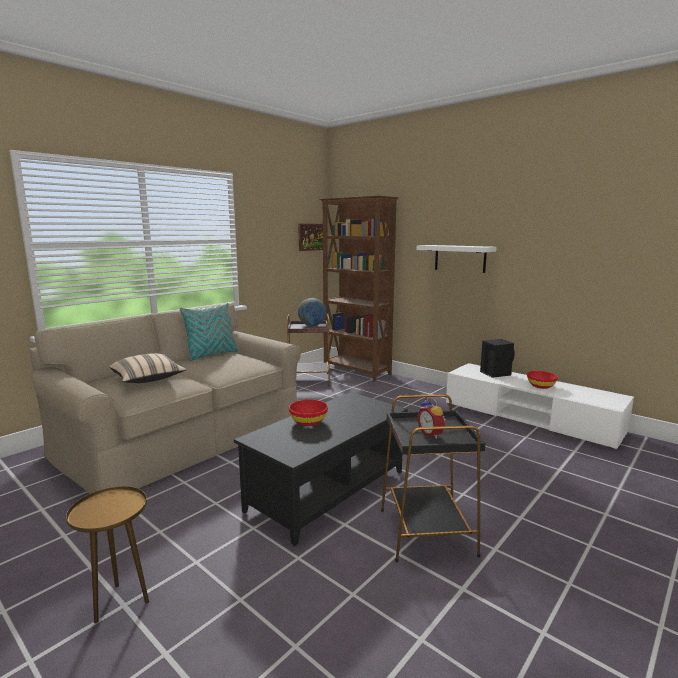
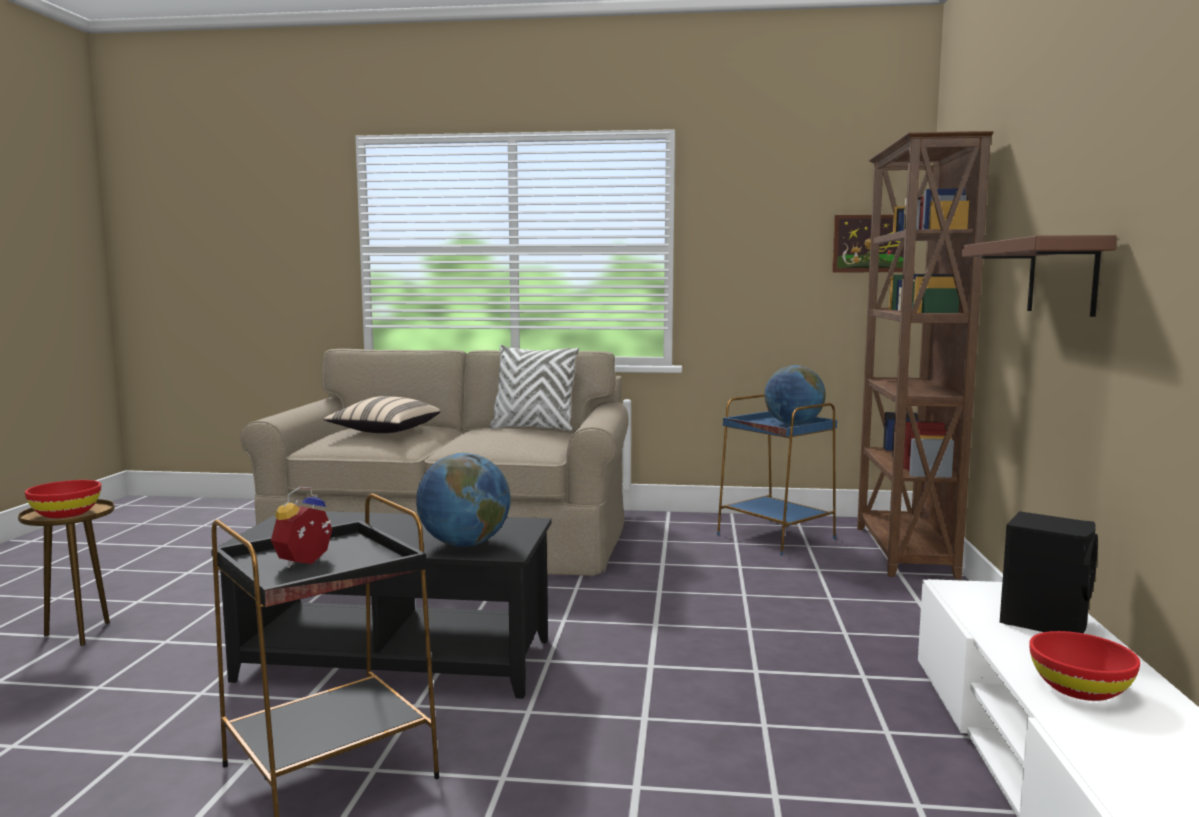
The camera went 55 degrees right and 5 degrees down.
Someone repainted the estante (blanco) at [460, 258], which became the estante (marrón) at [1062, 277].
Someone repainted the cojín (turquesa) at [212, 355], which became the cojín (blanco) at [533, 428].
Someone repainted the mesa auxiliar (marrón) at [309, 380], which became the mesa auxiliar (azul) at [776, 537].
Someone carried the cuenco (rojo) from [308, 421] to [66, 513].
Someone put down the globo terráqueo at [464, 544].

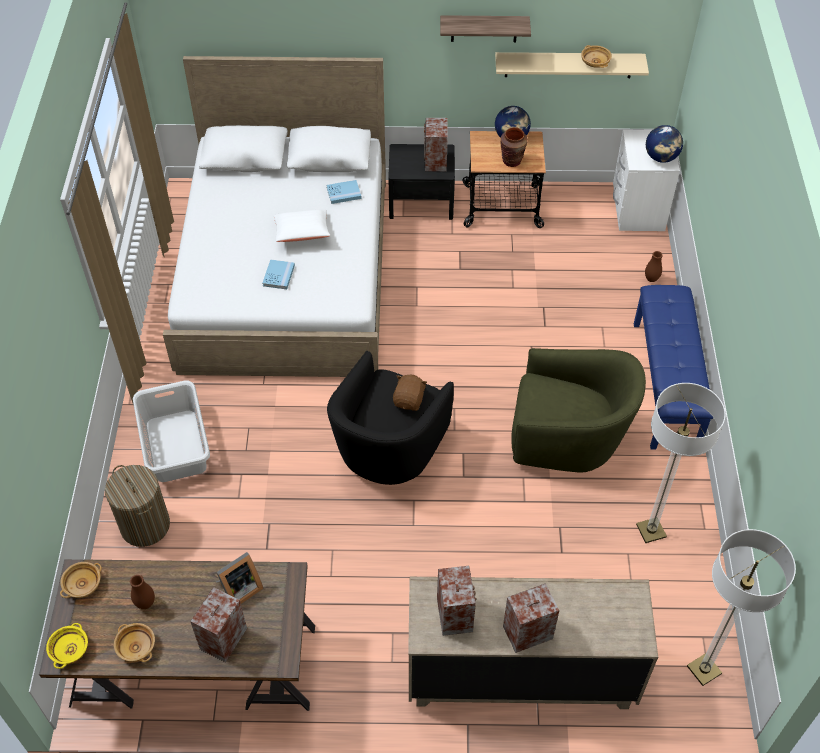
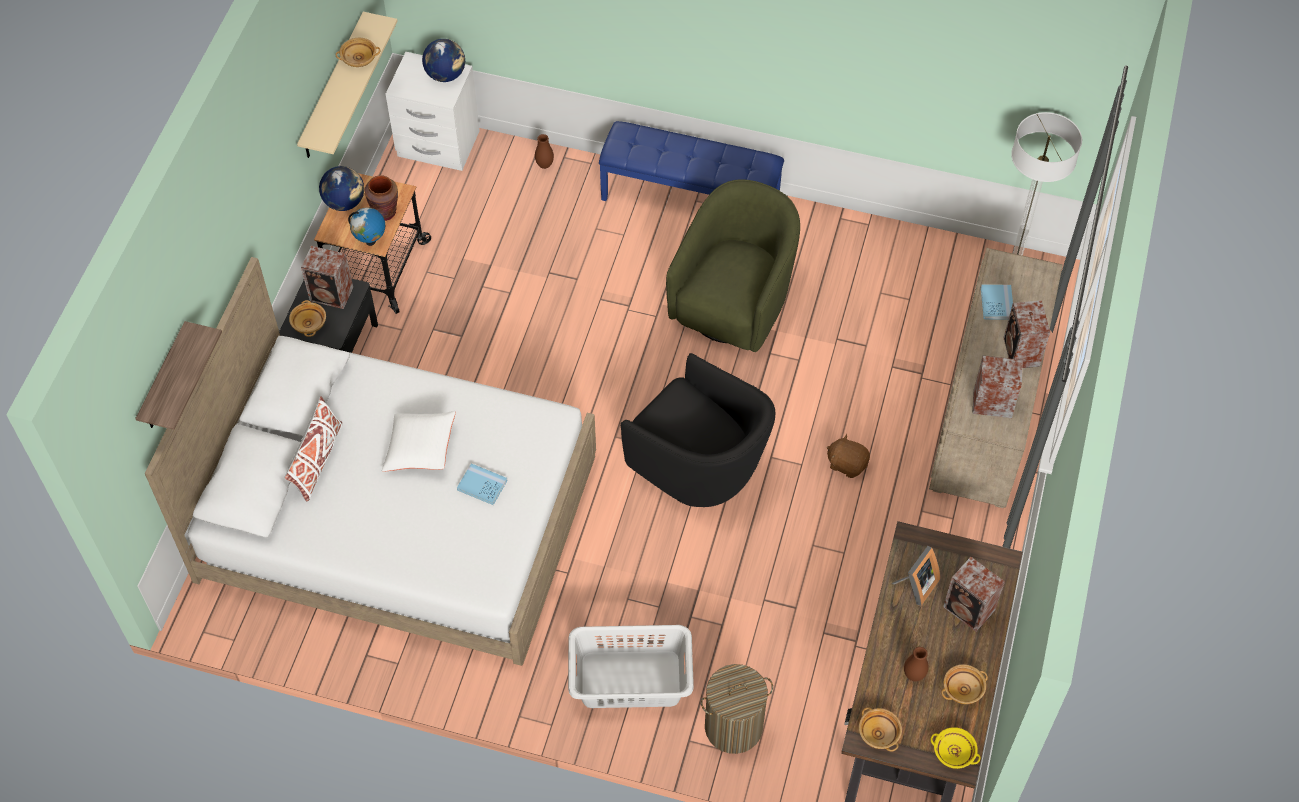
The camera went 75 degrees left and 5 degrees up.
Someone carried the estante from [484, 28] to [164, 380].
Someone carried the libro (azul) from [344, 193] to [996, 303].
Someone carried the peluche (marrón) from [409, 400] to [847, 464].
Someone took away the lámpara de pie at [651, 531].
Someone rotated the portarretratos at [239, 589] by 60 degrees clockwise.
Someone put down the globo terráqueo at [370, 241].
Someone put down the cuenco (beis) at [309, 324].
Someone put down the cojín (blanco) at [317, 461].

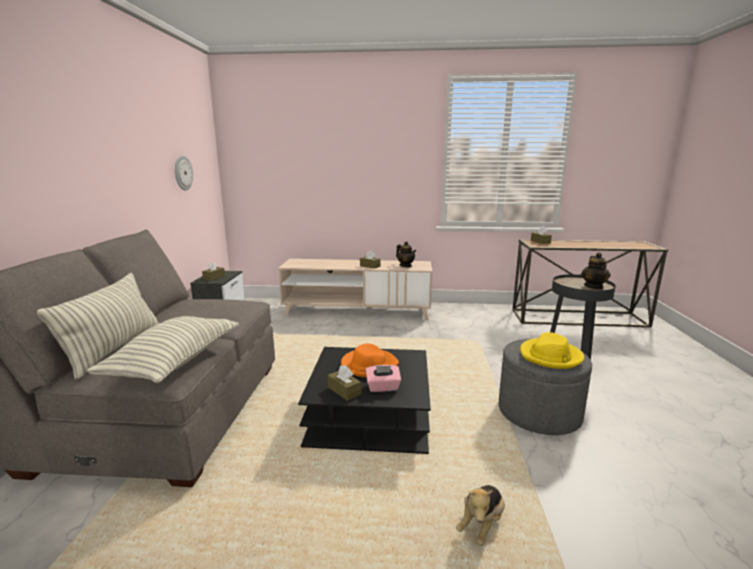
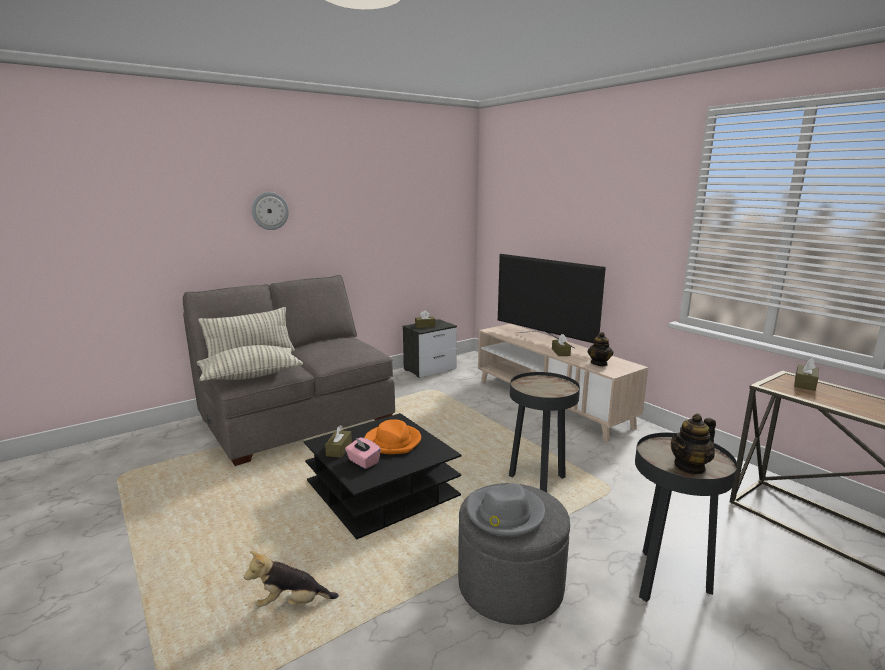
The camera went 50 degrees right and 0 degrees up.
Someone carried the reloj de pared from [182, 173] to [270, 211].
Someone repainted the sombrero (amarillo) at [550, 356], which became the sombrero (gris) at [504, 514].
Someone put down the televisor at [544, 340].
Someone put down the mesa auxiliar (negro) at [538, 484].

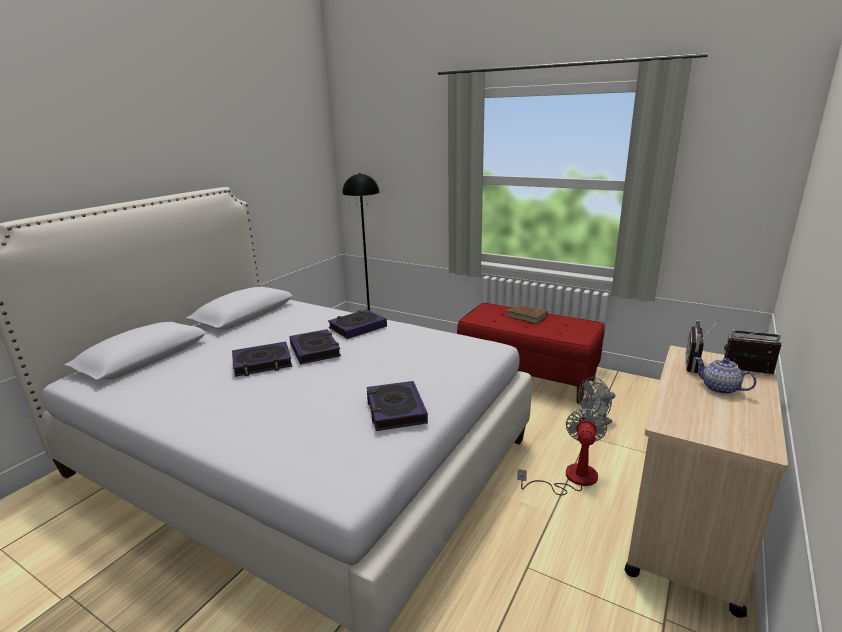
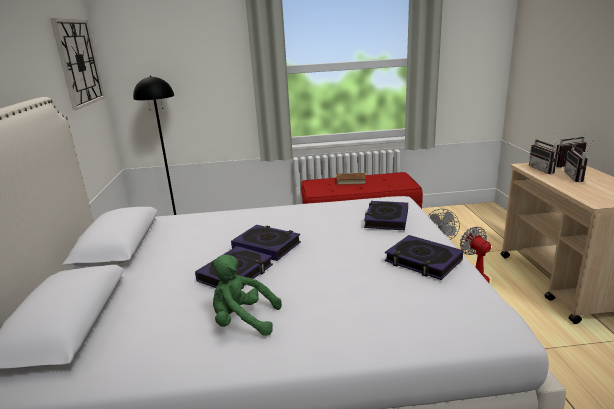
The camera went 35 degrees left and 0 degrees up.
Someone carried the libro from [357, 327] to [386, 219].
Someone swapped the tetera at [720, 388] for the radio at [578, 177].
Someone put up the reloj de pared at [79, 63].
Someone put down the peluche (verde) at [243, 321].

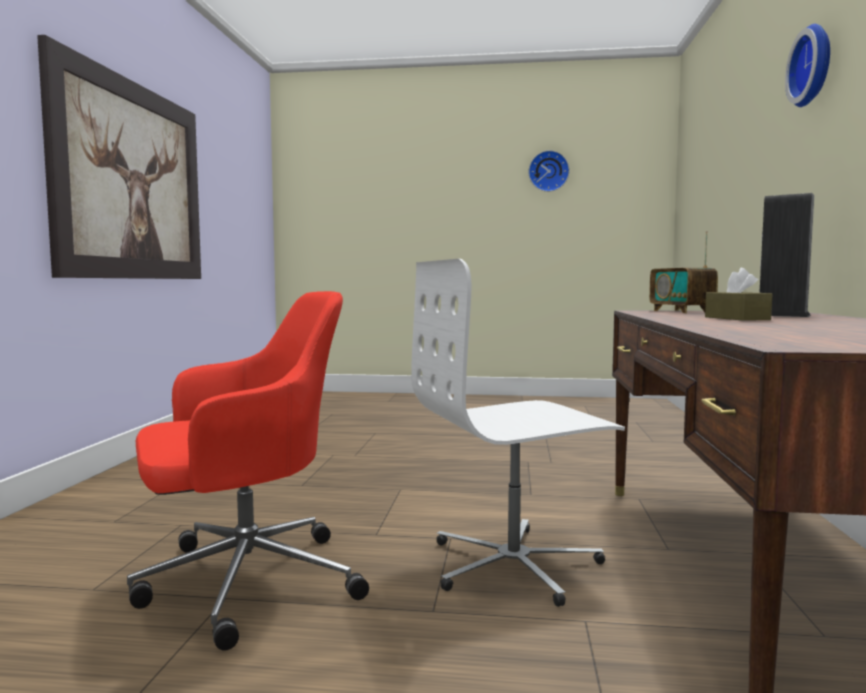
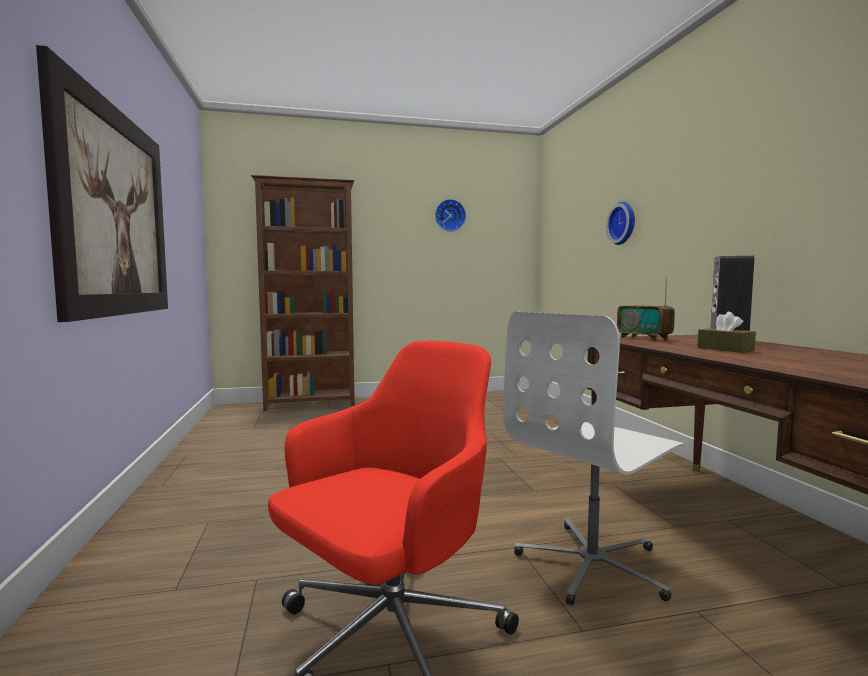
The camera went 20 degrees left and 0 degrees up.
Someone carried the reloj de pared from [814, 66] to [623, 223].
Someone put down the estantería (marrón) at [311, 404].

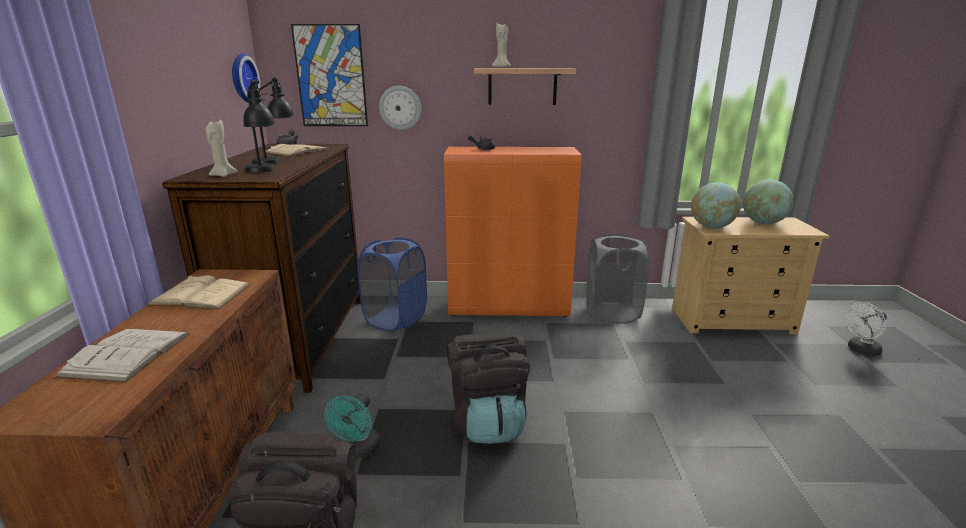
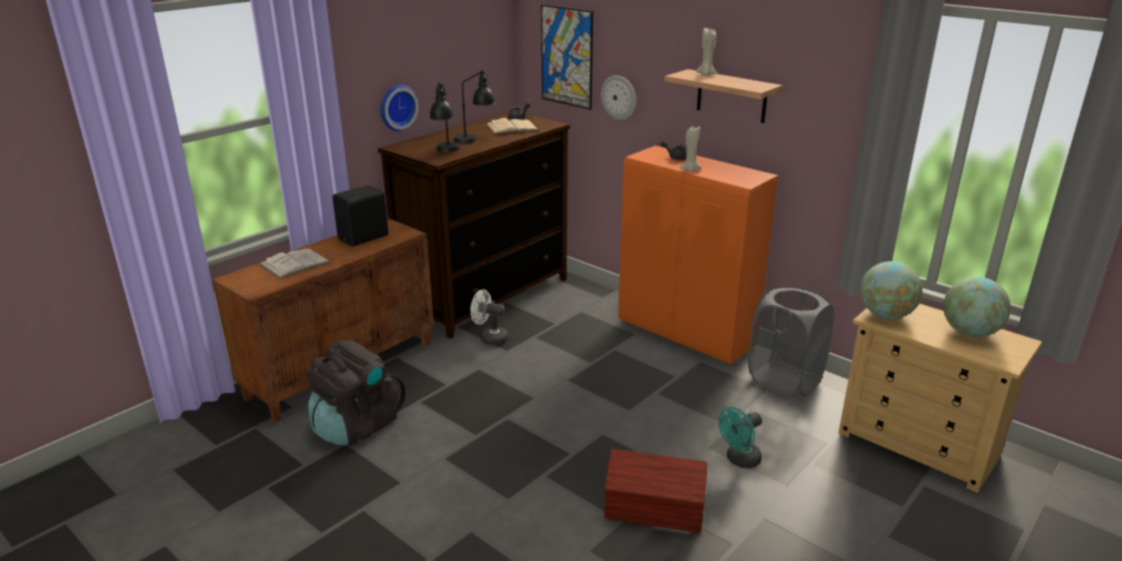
The camera went 40 degrees right and 5 degrees up.
Someone carried the reloj de pared from [241, 78] to [396, 107].
Someone carried the vela (beis) from [223, 175] to [690, 169].
Someone took away the cesto de la ropa (azul) at [396, 319].
Someone swapped the libro (beis) at [200, 295] for the altavoz (negro) at [365, 238].
Someone carried the ventilador (blanco) from [860, 350] to [489, 338].
Someone took away the mochila (negro) at [488, 421].
Someone carried the ventilador (turquesa) from [358, 450] to [739, 460].
Someone put down the caja de almacenaje (marrón) at [655, 512].

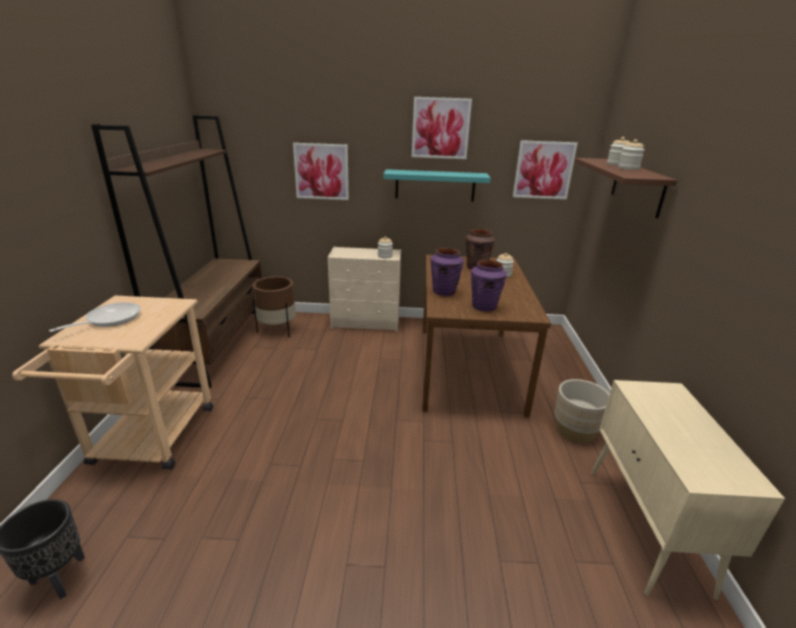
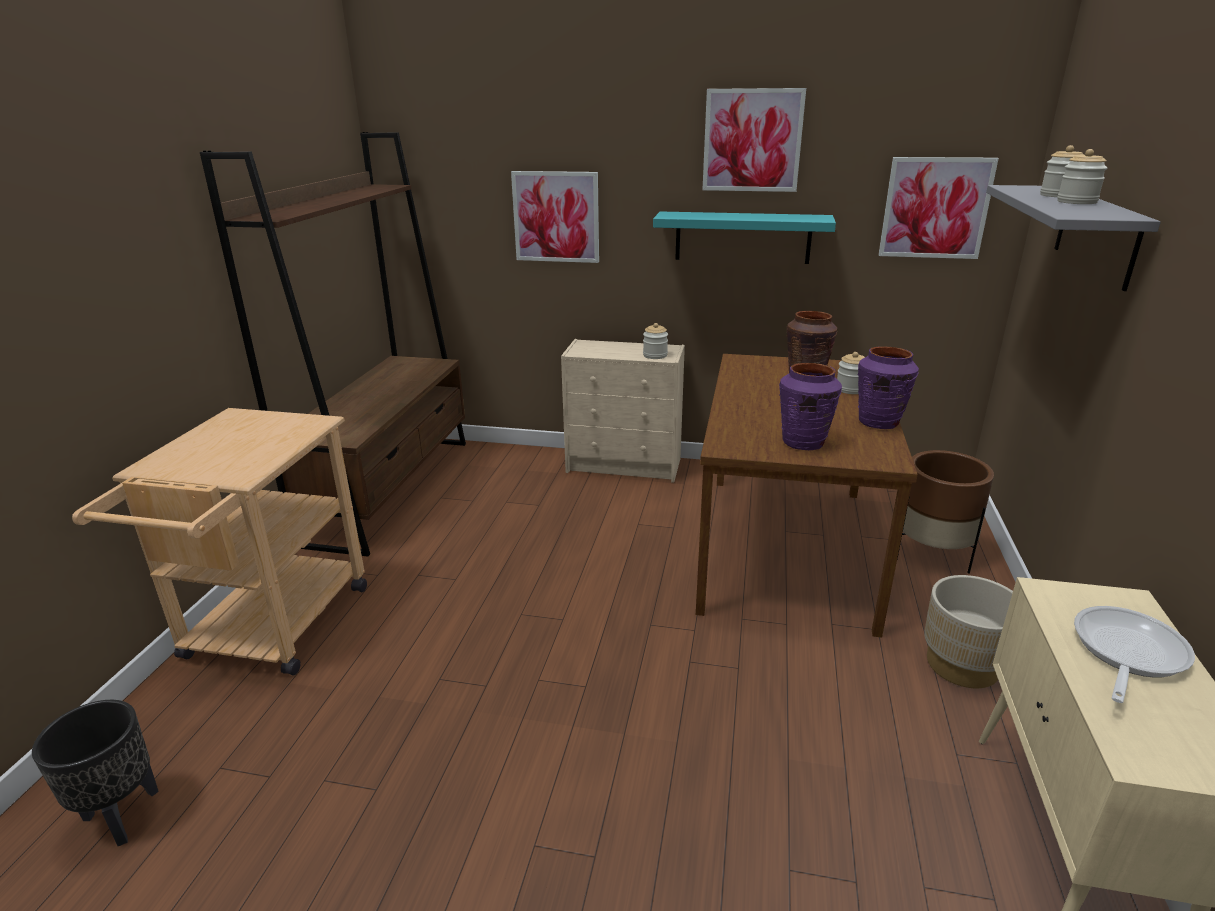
The camera went 10 degrees right and 0 degrees up.
Someone repainted the estante (marrón) at [637, 186], which became the estante (gris) at [1096, 235].
Someone carried the florero (morado) from [444, 292] to [878, 422].
Someone carried the maceta (marrón) from [277, 330] to [931, 556].
Someone carried the sartén from [109, 319] to [1125, 653].

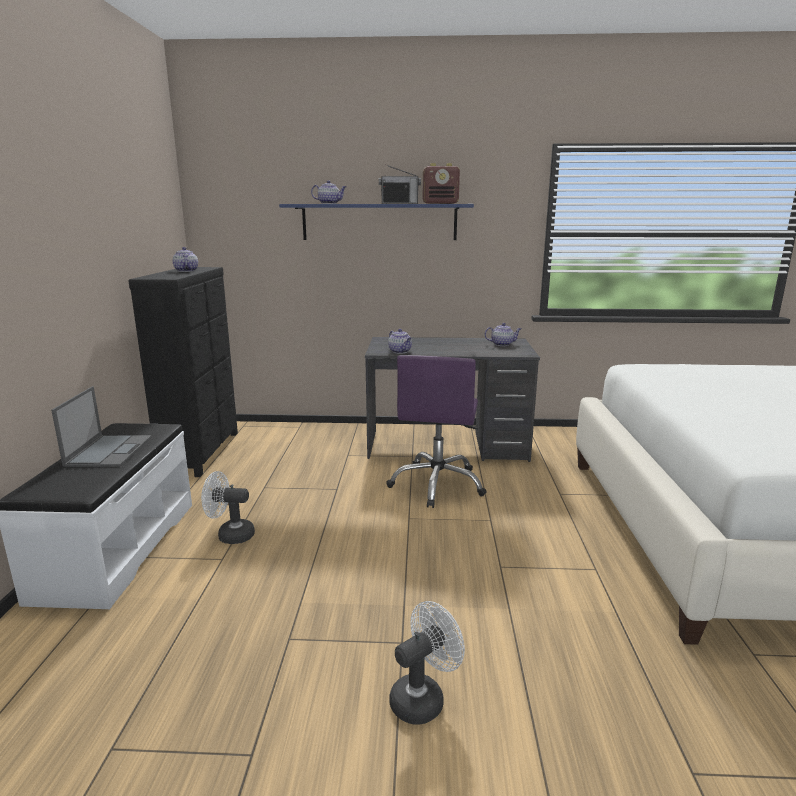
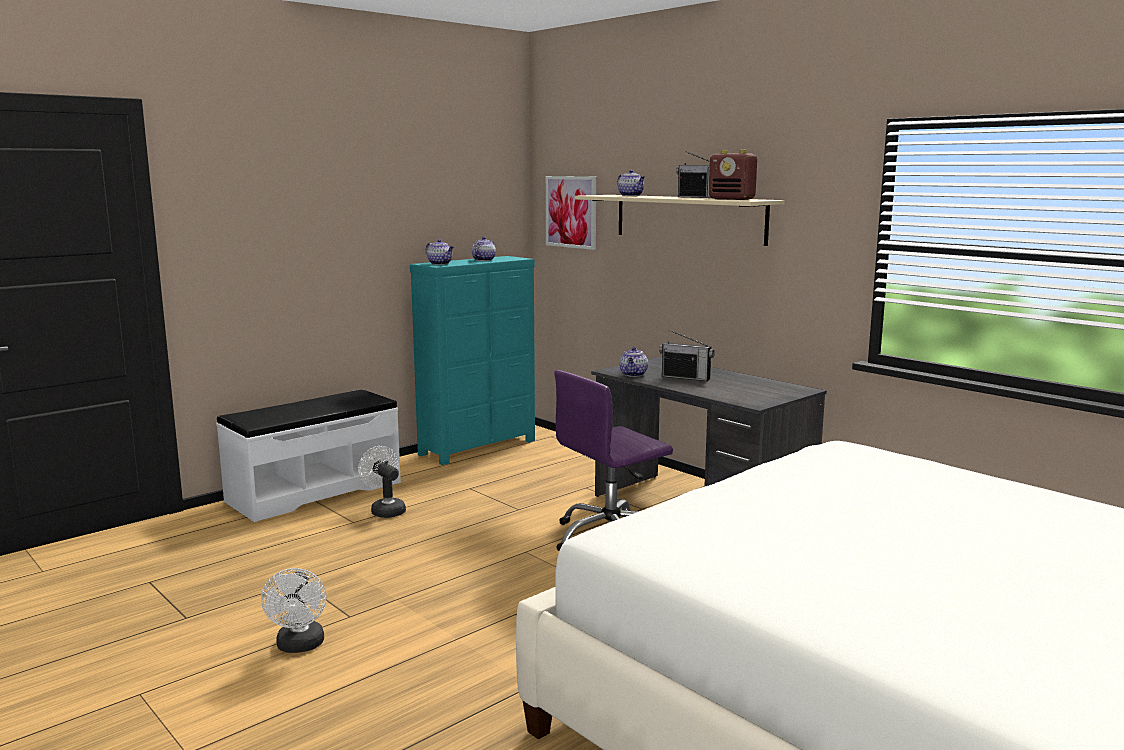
The camera went 45 degrees right and 5 degrees down.
Someone repainted the estante (azul) at [379, 222], which became the estante (beis) at [688, 218].
Someone repainted the cómoda (negro) at [202, 452], which became the cómoda (turquesa) at [479, 448].
Someone carried the tetera from [502, 344] to [440, 264].
Someone took away the portátil at [109, 450].
Someone rotated the ventilador (blanco) at [423, 697] by 75 degrees clockwise.
Someone put up the cuadro at [571, 212].
Someone put down the radio at [686, 377].

